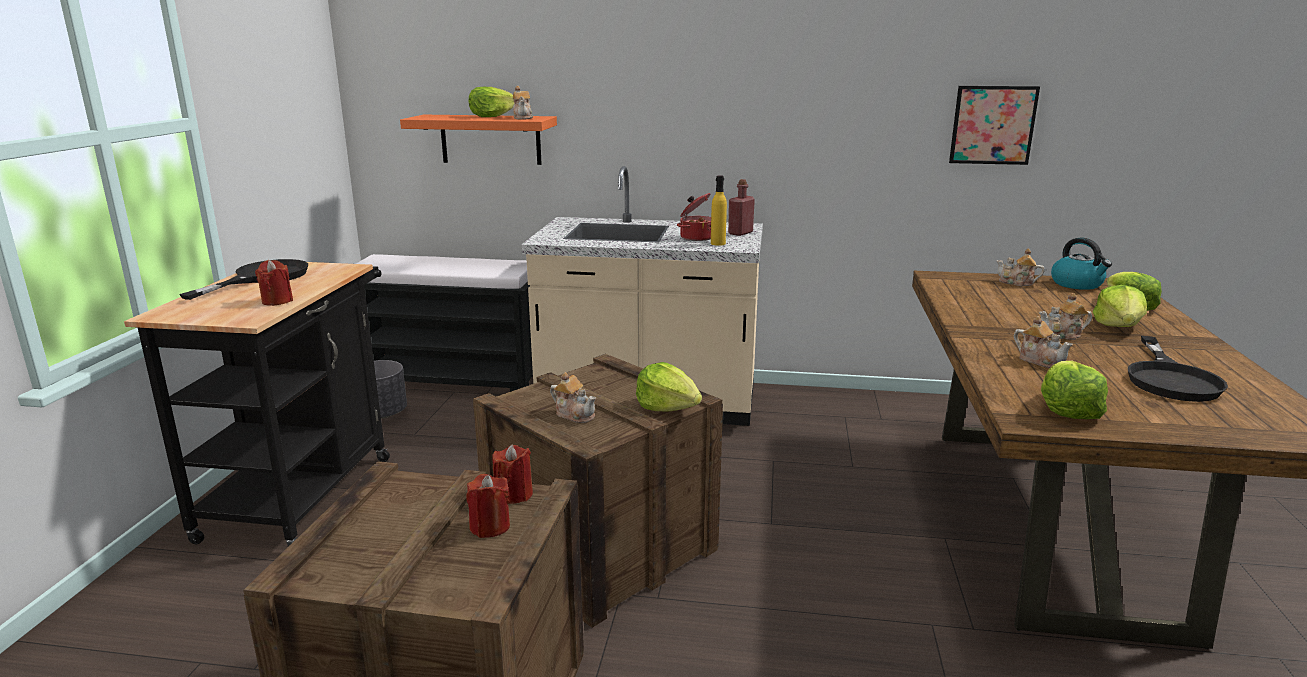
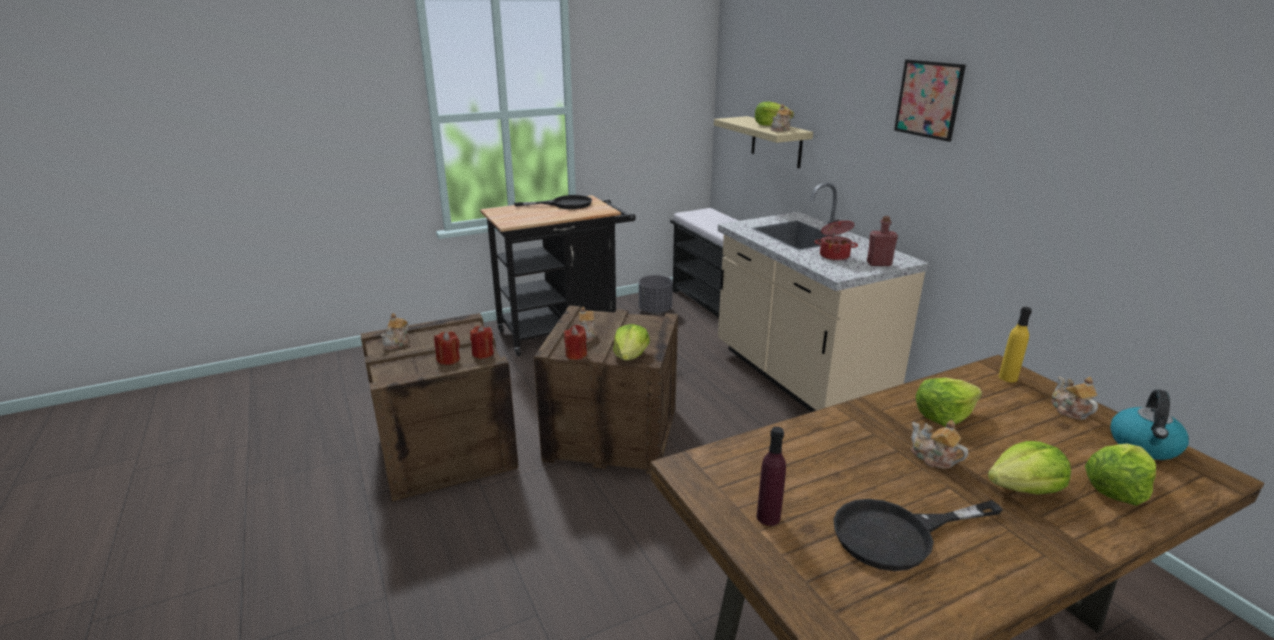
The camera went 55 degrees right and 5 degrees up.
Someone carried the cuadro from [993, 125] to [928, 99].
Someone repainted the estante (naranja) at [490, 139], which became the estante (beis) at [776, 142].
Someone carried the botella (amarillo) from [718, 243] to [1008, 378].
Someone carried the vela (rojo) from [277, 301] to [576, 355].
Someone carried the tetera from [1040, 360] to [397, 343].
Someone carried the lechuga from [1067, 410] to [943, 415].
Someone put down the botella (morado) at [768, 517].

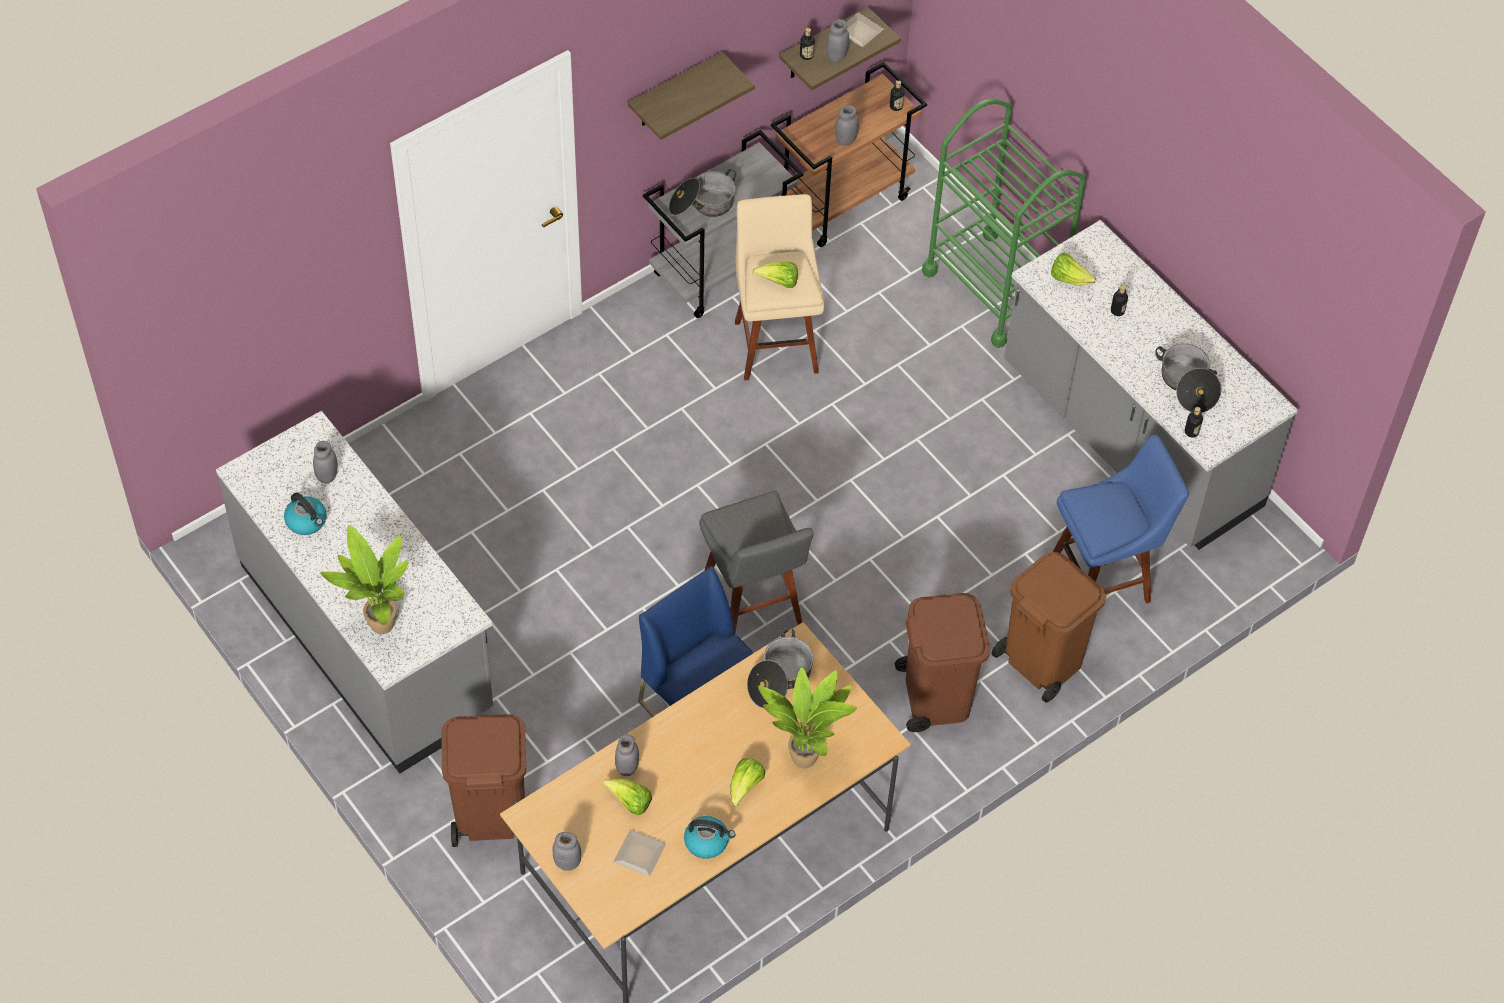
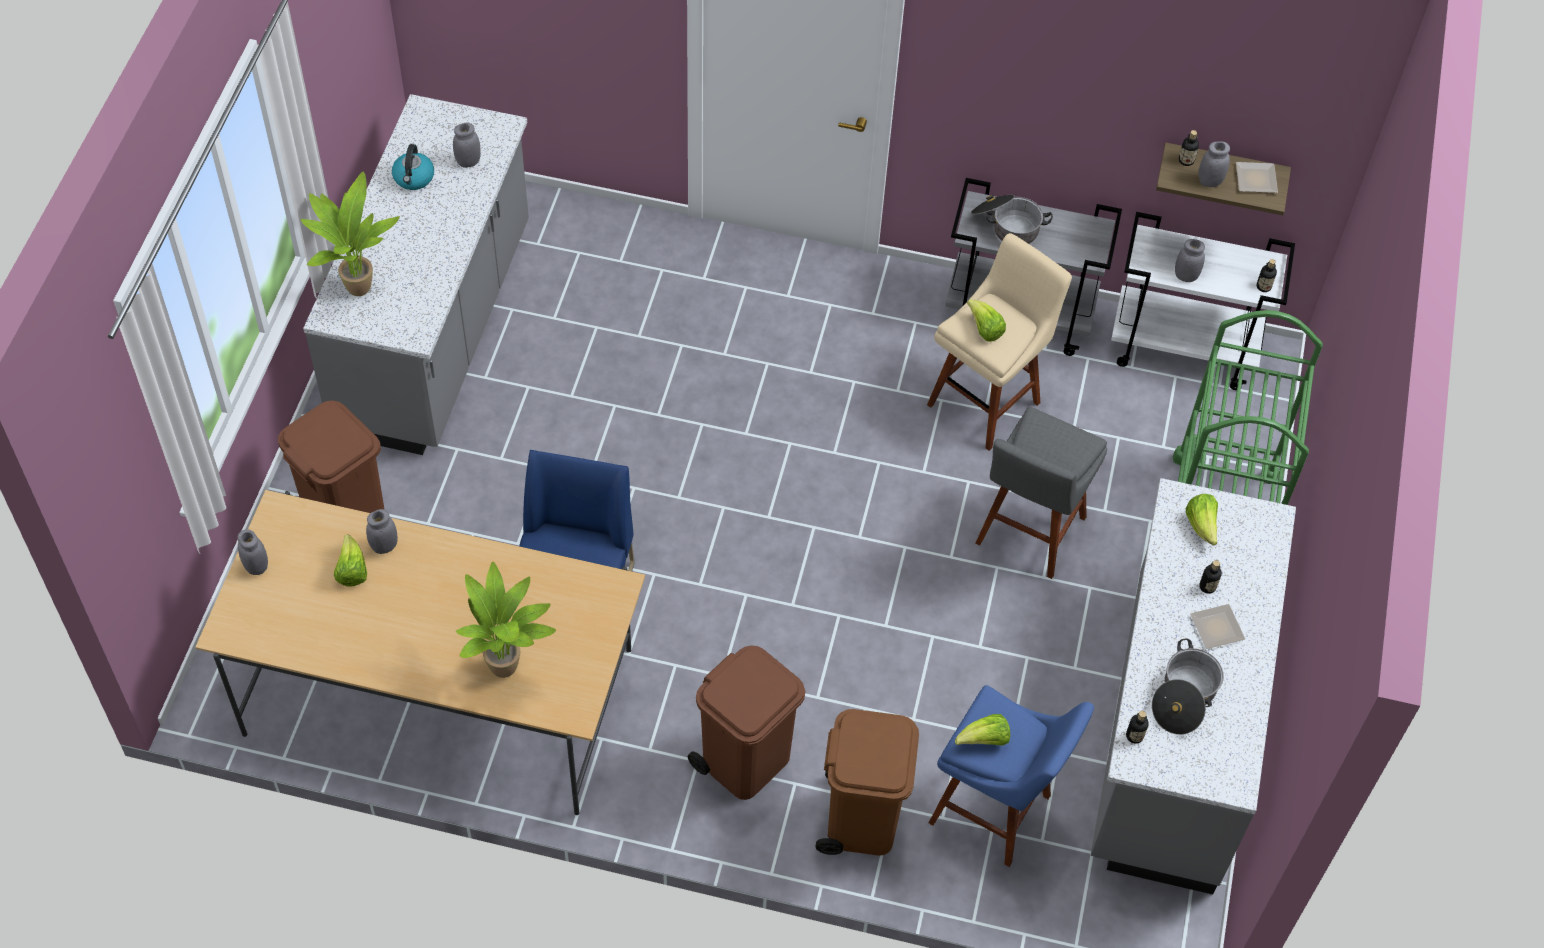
The camera went 50 degrees right and 0 degrees up.
Someone took away the estante at [675, 92].
Someone repainted the carrito (marrón) at [843, 200], which became the carrito (blanco) at [1184, 348].
Someone carried the taburete (gris) from [752, 608] to [1028, 534].
Someone took away the olla at [780, 679].
Someone carried the lechuga from [745, 787] to [984, 740].
Someone took away the hervidor at [707, 842].
Someone carried the plato from [637, 855] to [1214, 627].

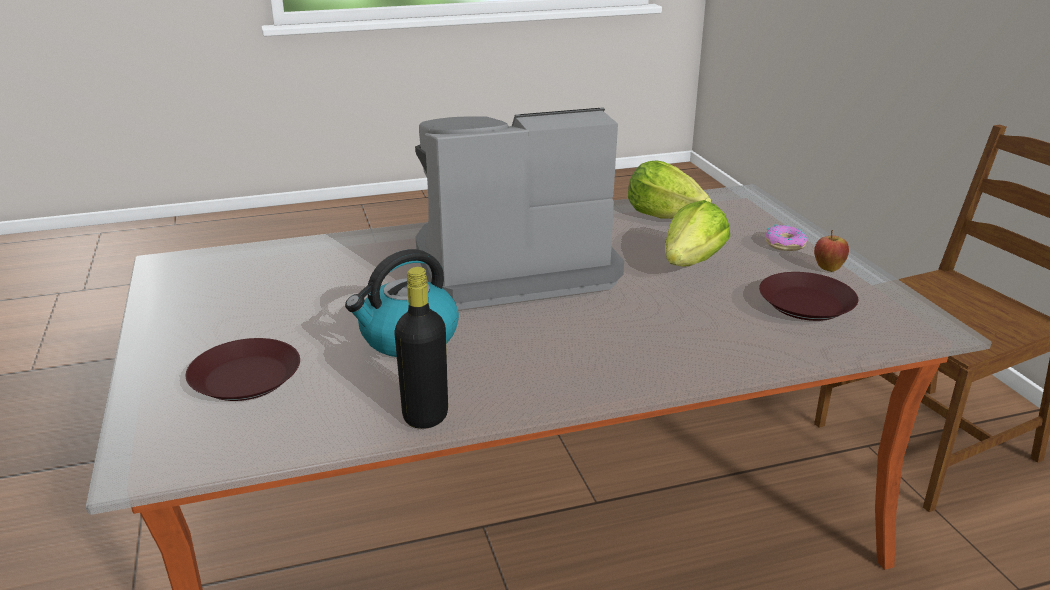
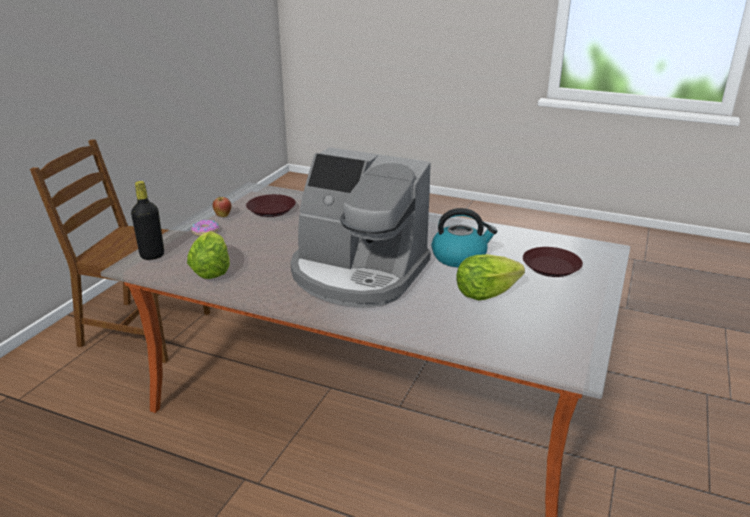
The camera went 140 degrees left and 0 degrees up.
Someone carried the lechuga from [692, 263] to [485, 293].
Someone carried the botella (negro) from [425, 416] to [152, 255].

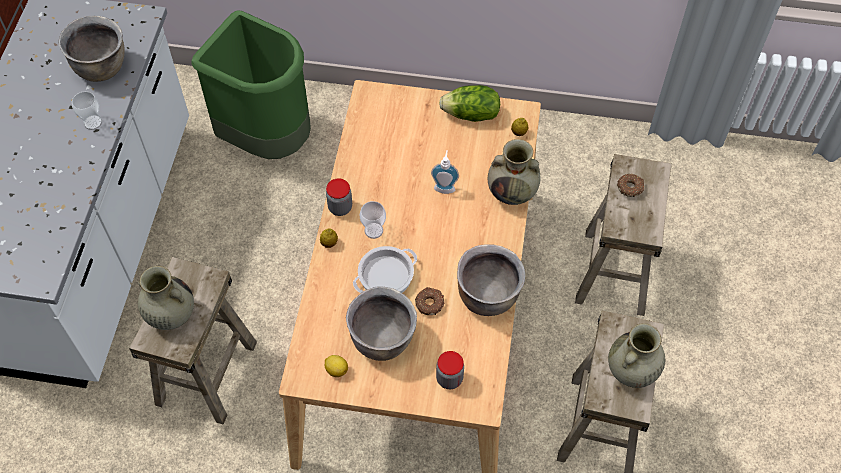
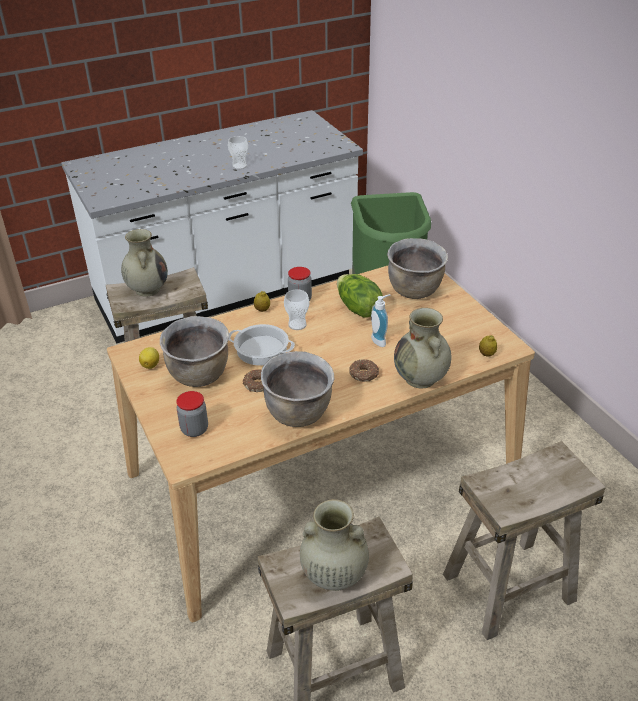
The camera went 55 degrees right and 20 degrees down.
Someone carried the olla (marrón) from [102, 68] to [415, 290].
Someone carried the lechuga from [471, 115] to [358, 309].
Someone carried the rosquilla from [630, 187] to [364, 374].

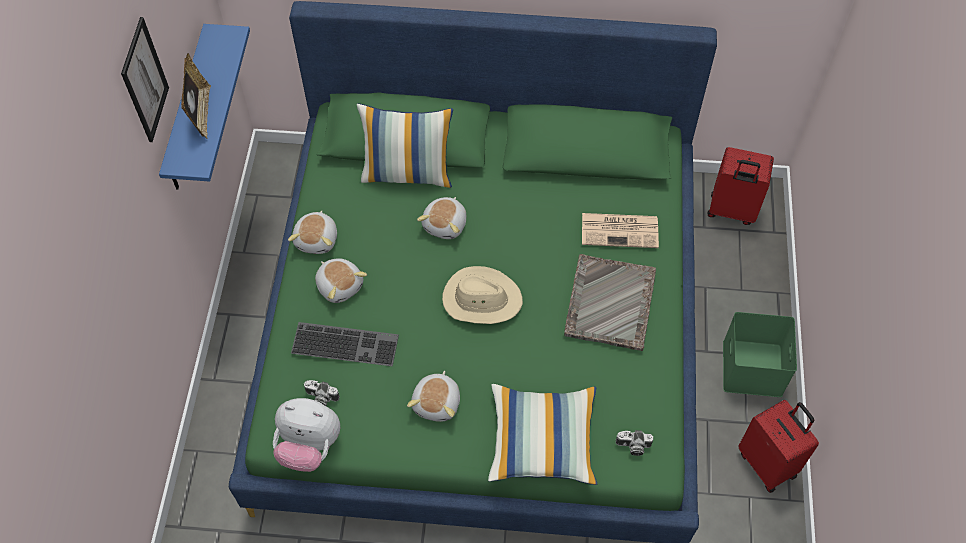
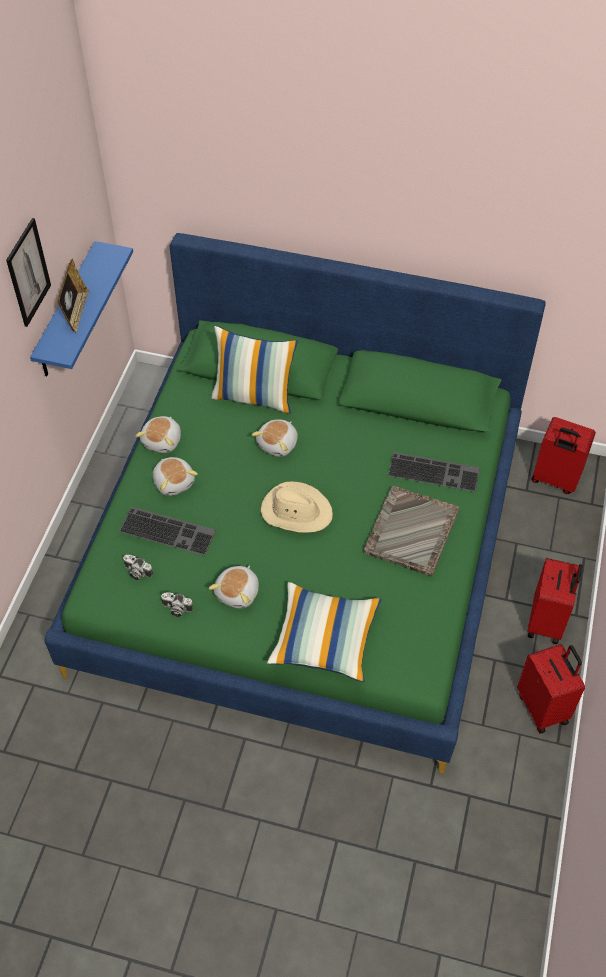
The camera went 10 degrees right and 5 degrees down.
Someone swapped the periódico at [621, 230] for the teclado at [435, 471].
Someone swapped the caja de almacenaje (verde) at [753, 369] for the maleta (rojo) at [547, 622].
Someone took away the peluche at [309, 446].
Someone carried the cámara from [632, 446] to [176, 609].

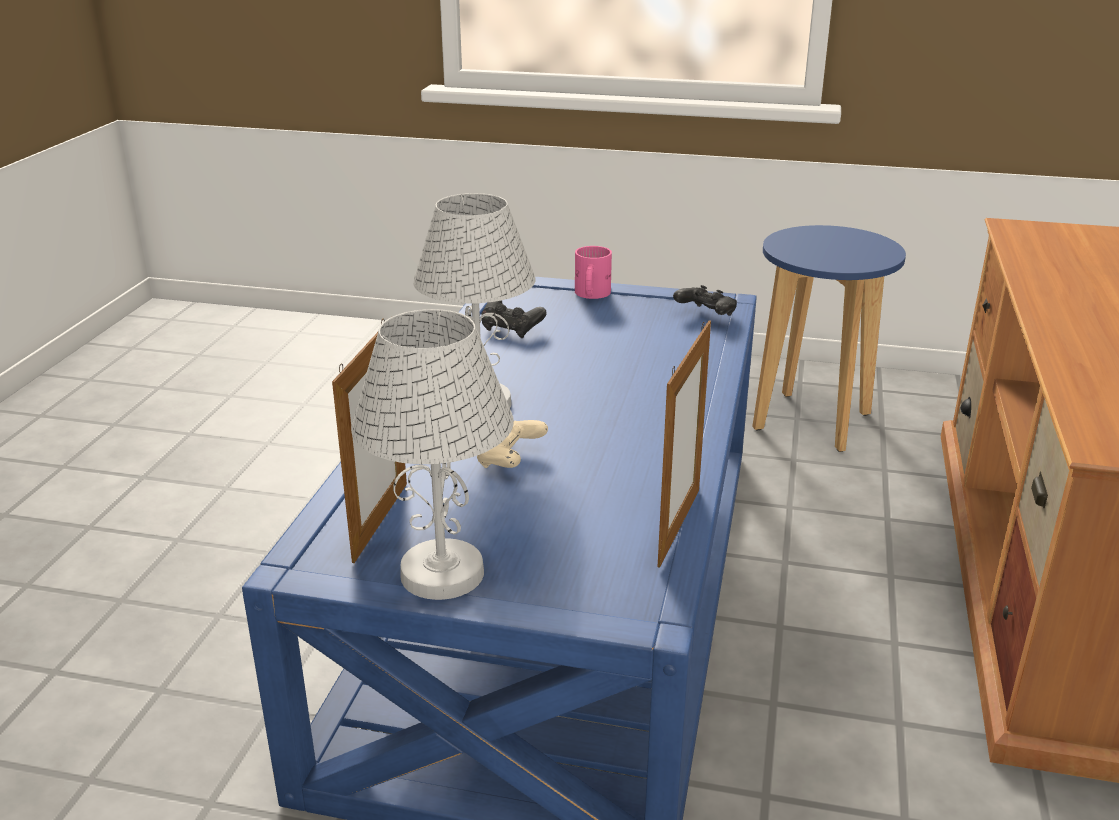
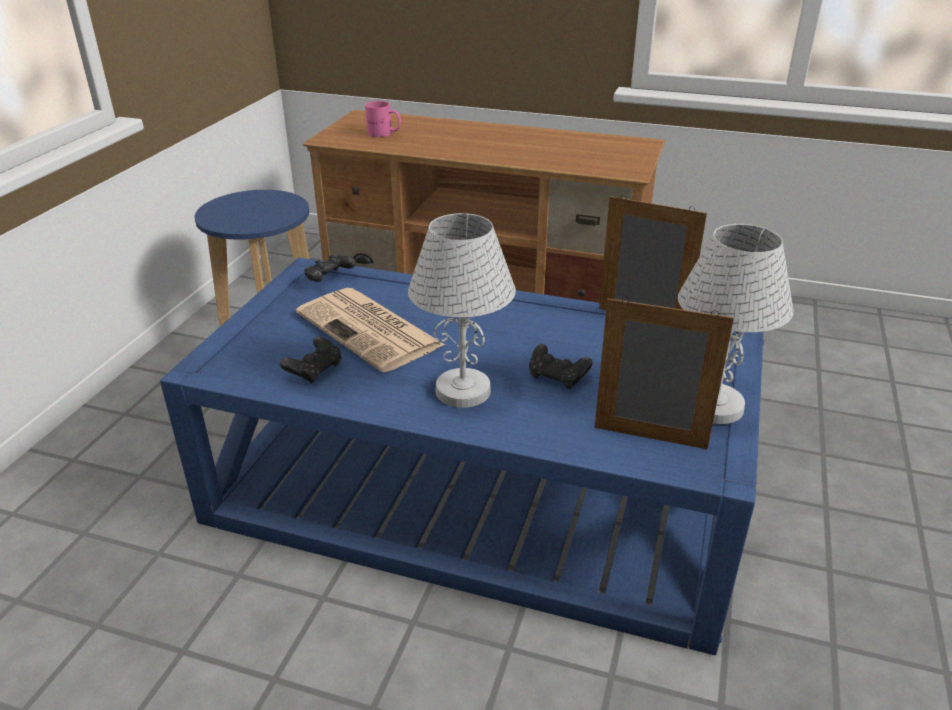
The camera went 85 degrees left and 5 degrees up.
Someone carried the taza grande (rosa) from [590, 294] to [384, 133].
Someone repainted the mando de consola (beis) at [511, 460], which became the mando de consola (negro) at [557, 377].
Someone put down the periódico at [371, 330].

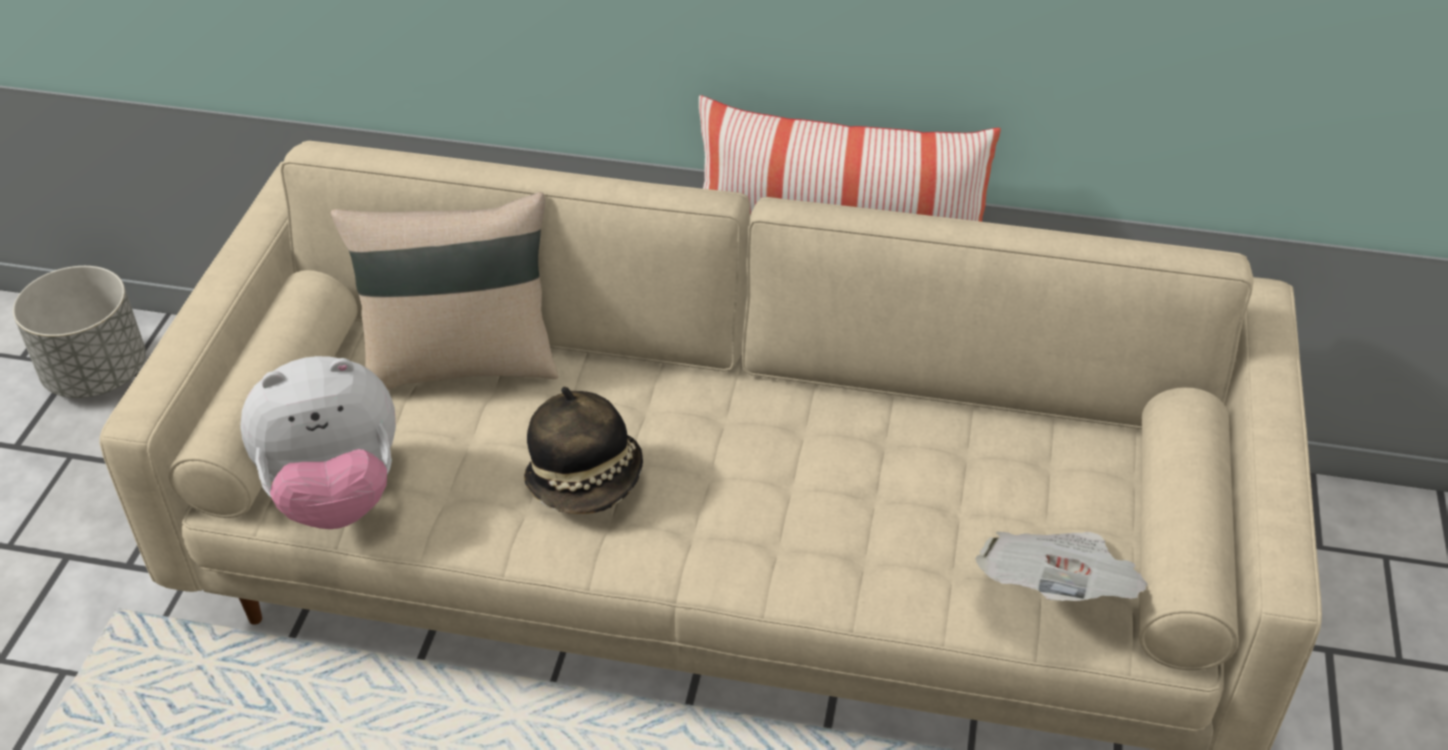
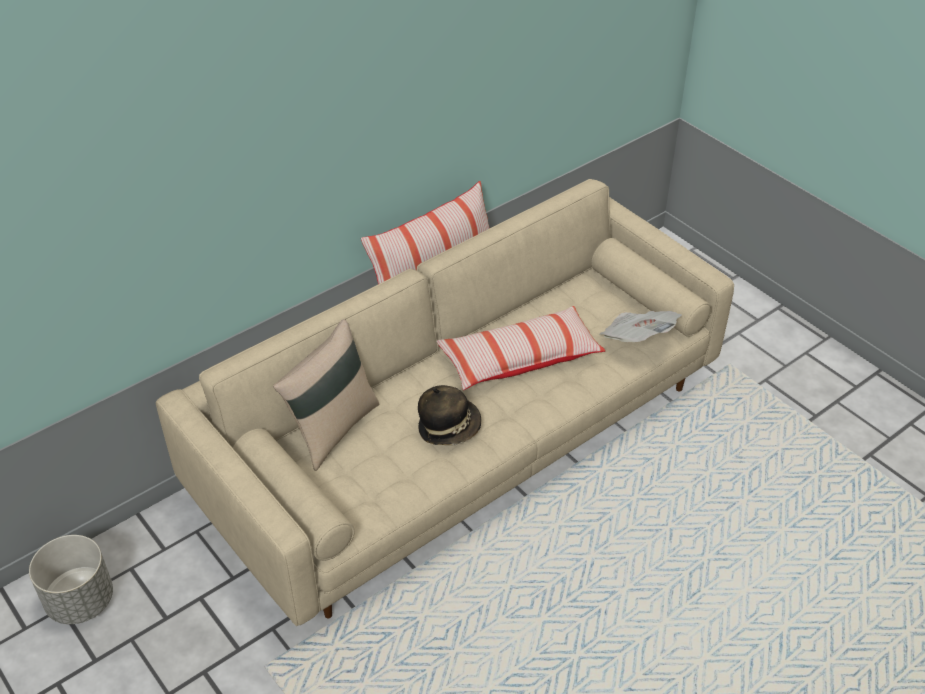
The camera went 50 degrees left and 0 degrees up.
Someone took away the peluche at [335, 494].
Someone put down the cojín at [520, 359].

